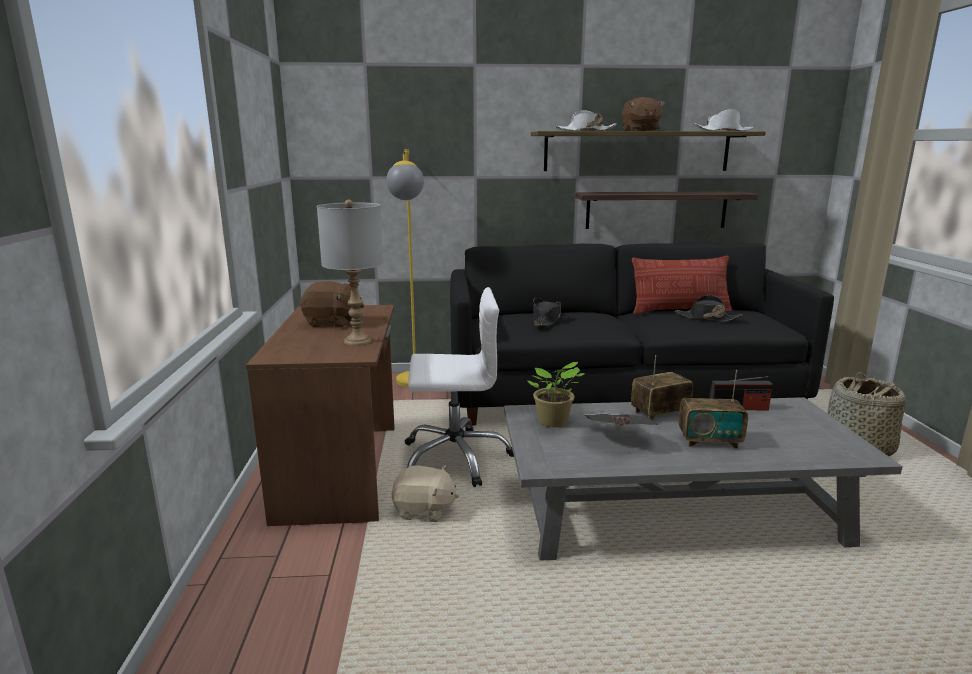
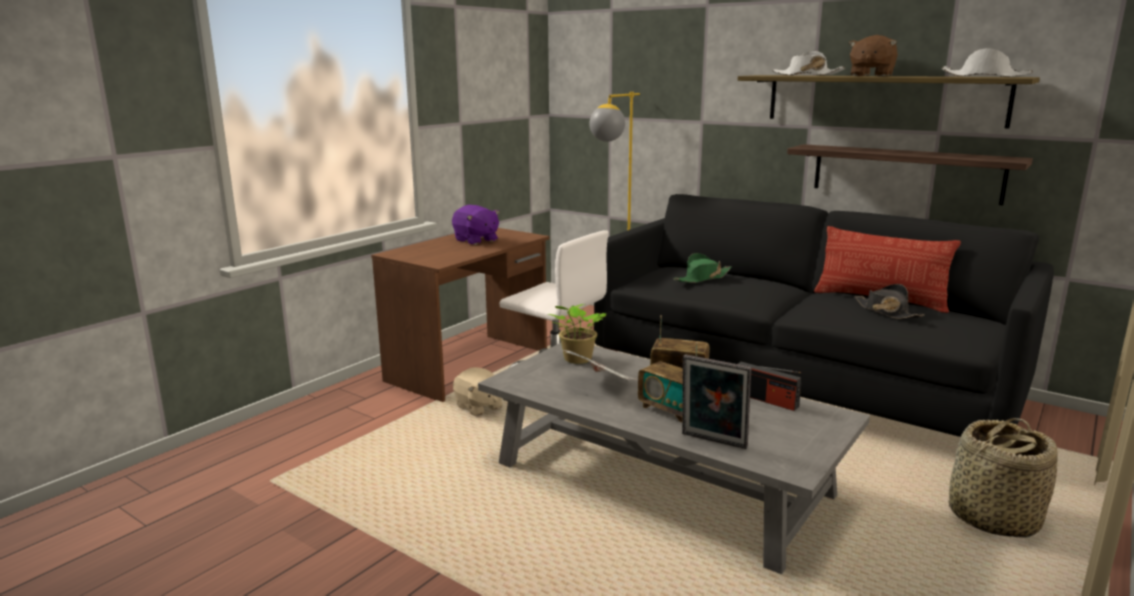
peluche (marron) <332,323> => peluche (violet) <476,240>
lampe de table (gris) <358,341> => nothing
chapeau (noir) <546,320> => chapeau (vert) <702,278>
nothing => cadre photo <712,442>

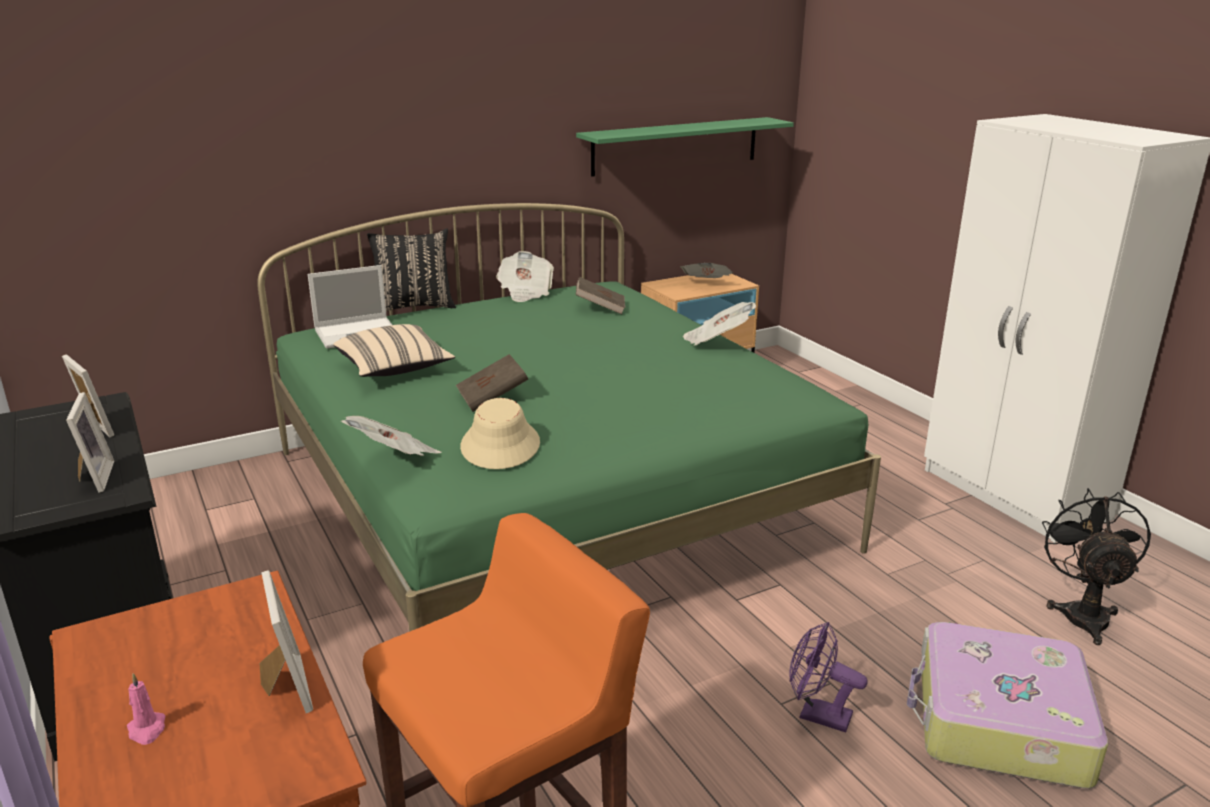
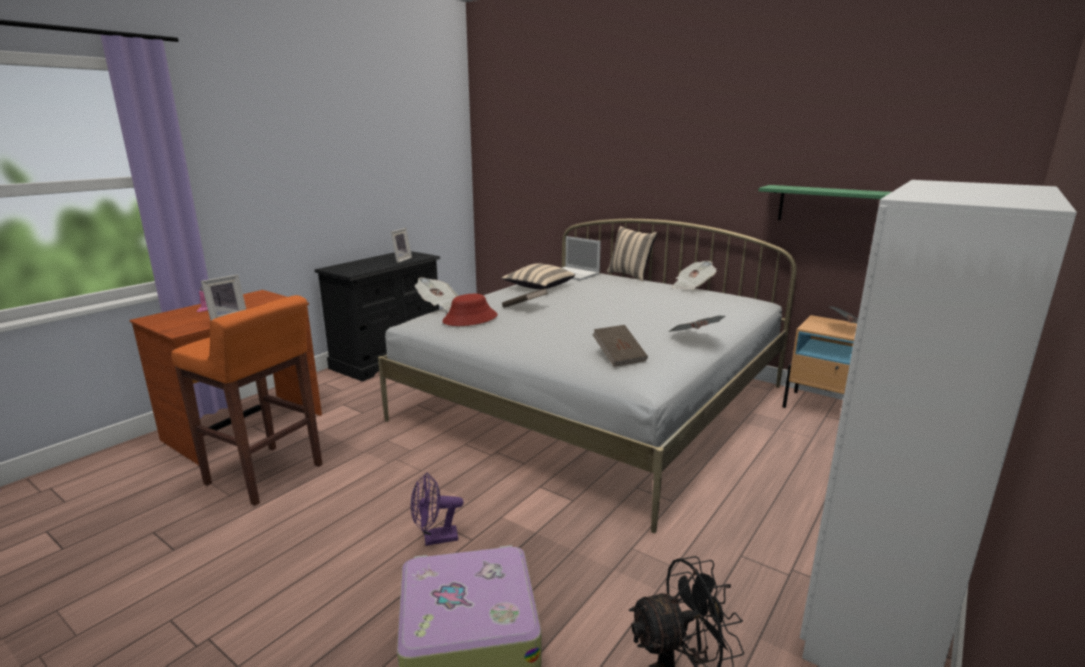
cadre photo <92,478> => nothing
lit (vert) <549,498> => lit (blanc) <594,402>
coussin (noir) <414,307> => coussin (beige) <630,275>
chapeau (beige) <501,445> => chapeau (rouge) <470,319>
livre (marron) <600,308> => livre (marron) <619,357>, move
ventilateur (violet) <816,715> => ventilateur (violet) <435,539>, 105 degrees counterclockwise

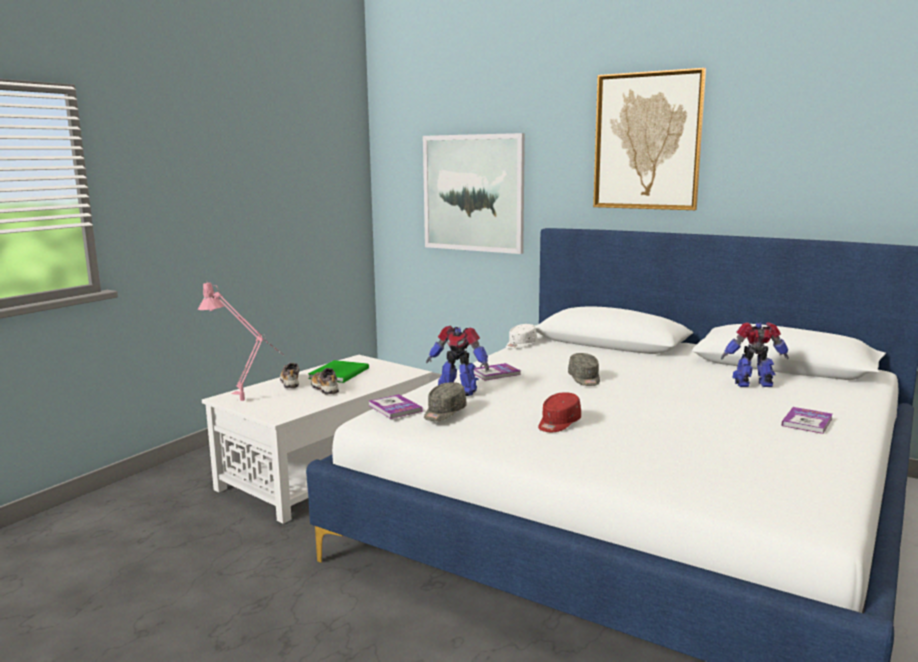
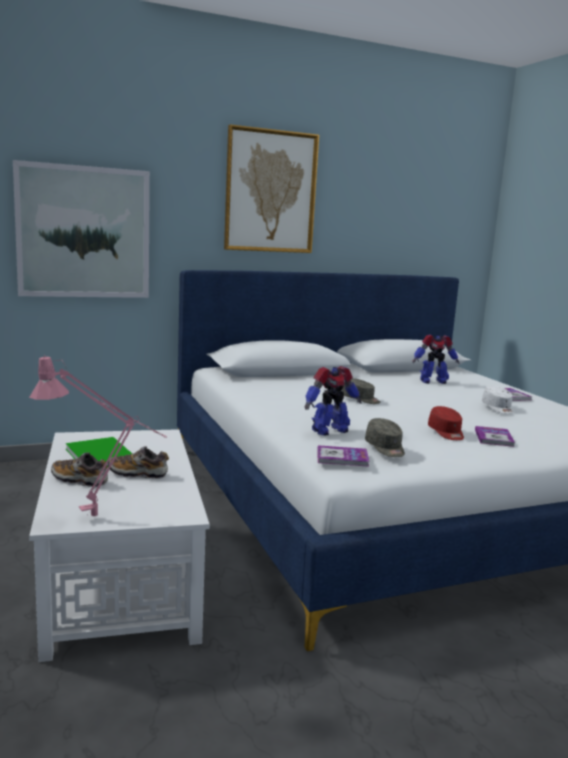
livre <495,373> => livre <494,438>, move
casquette (blanc) <520,344> => casquette (blanc) <498,408>, move
robot jouet <754,385> => robot jouet <432,381>, 135 degrees counterclockwise

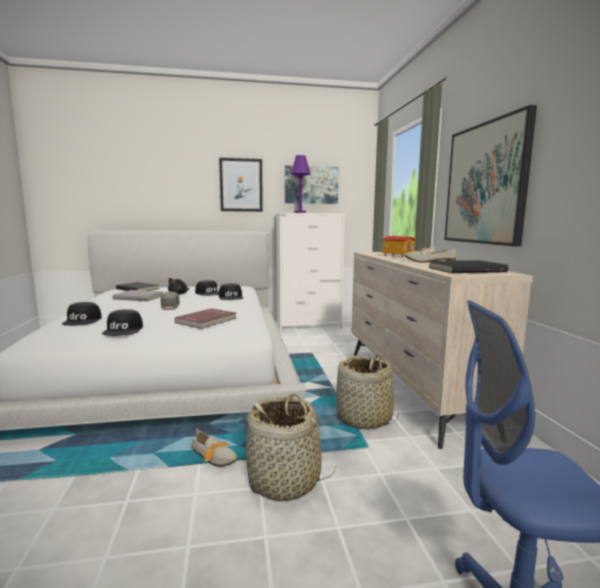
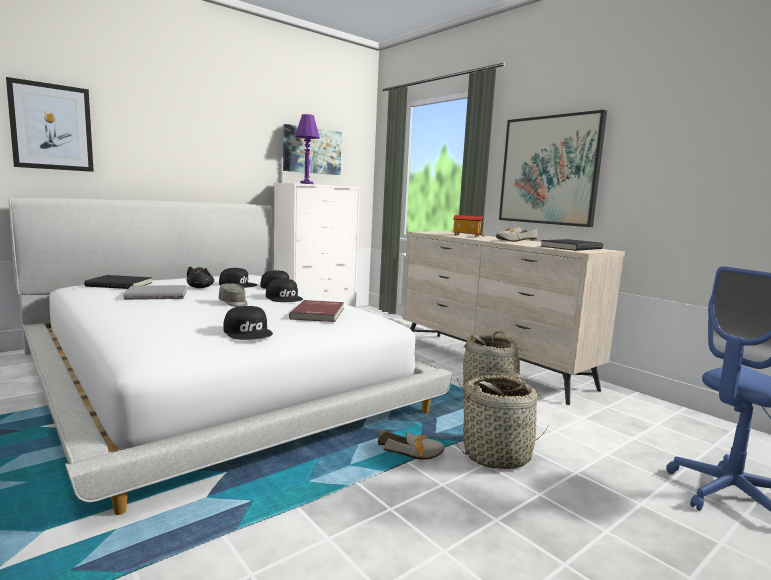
casquette (noir) <83,320> => casquette (noir) <284,298>, move
tableau <241,185> => tableau <51,127>, move

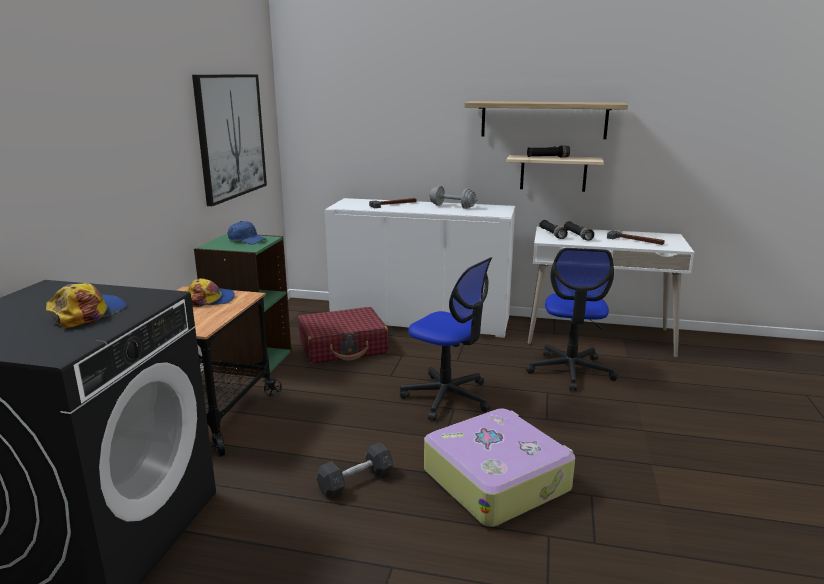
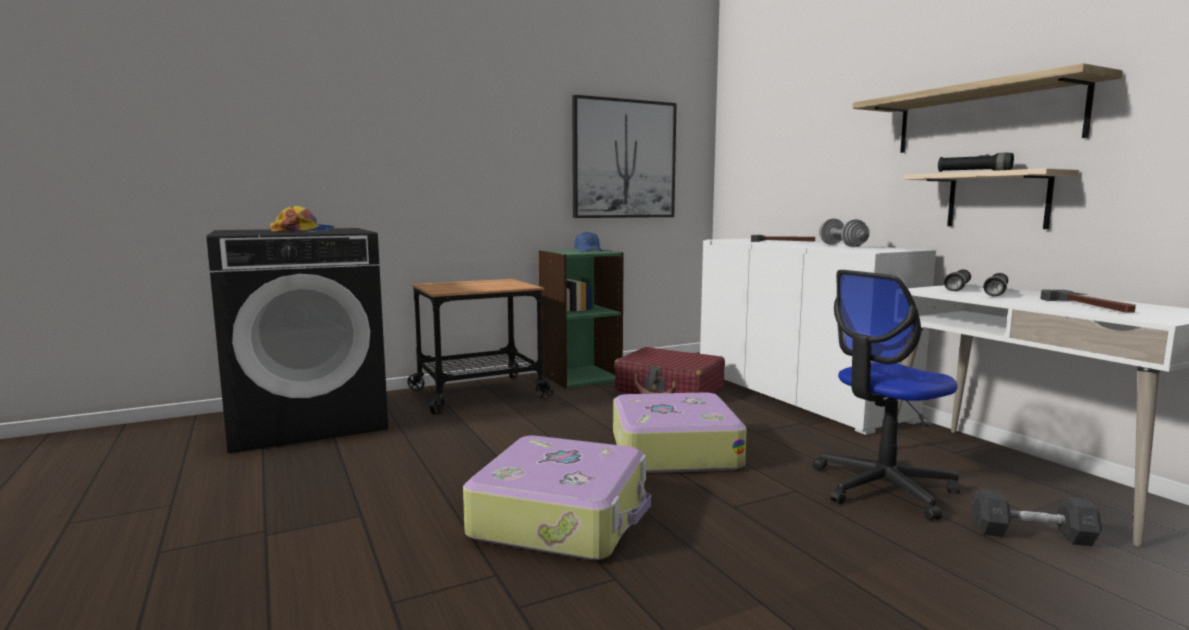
casquette <209,300> => nothing
haltère (gris) <355,481> => haltère (gris) <1032,534>, move
chaise de bureau <447,397> => valise <673,450>

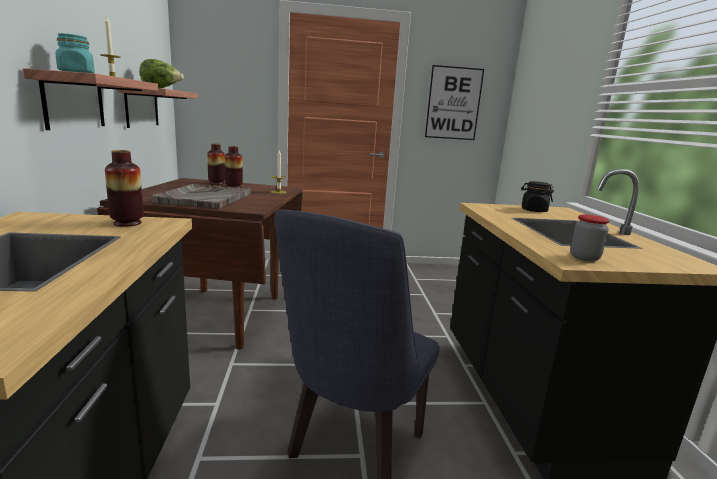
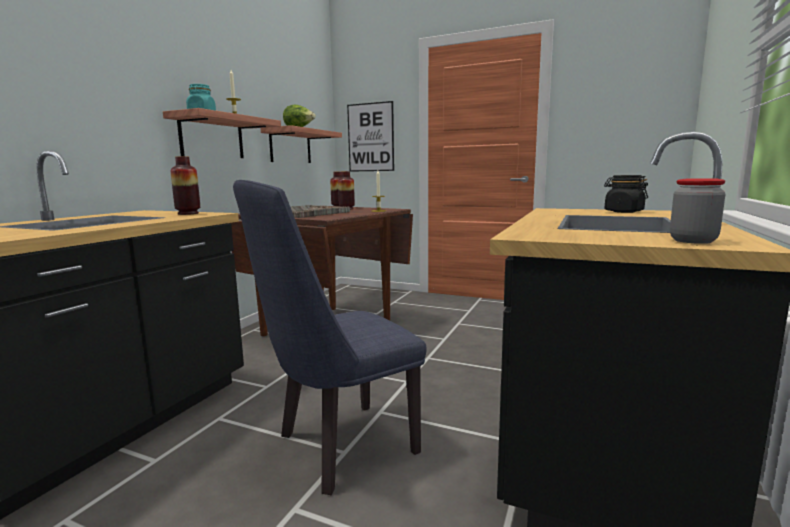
tableau <453,103> => tableau <370,137>, move
bocal <584,258> => bocal <693,241>, move

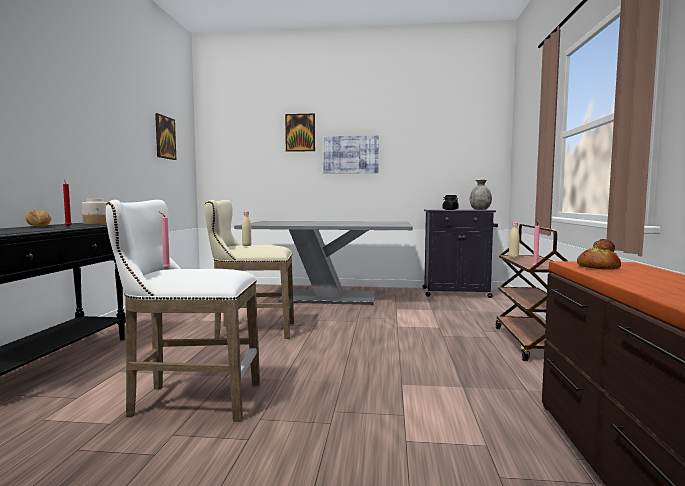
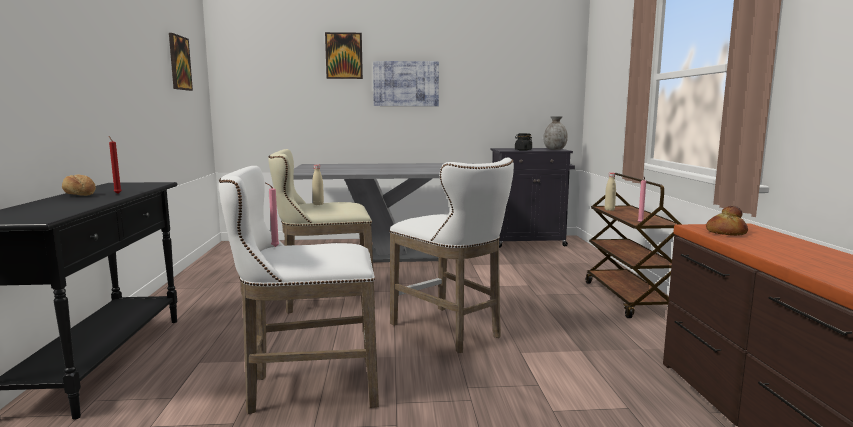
bocal <96,224> => nothing
nothing => tabouret (blanc) <450,331>

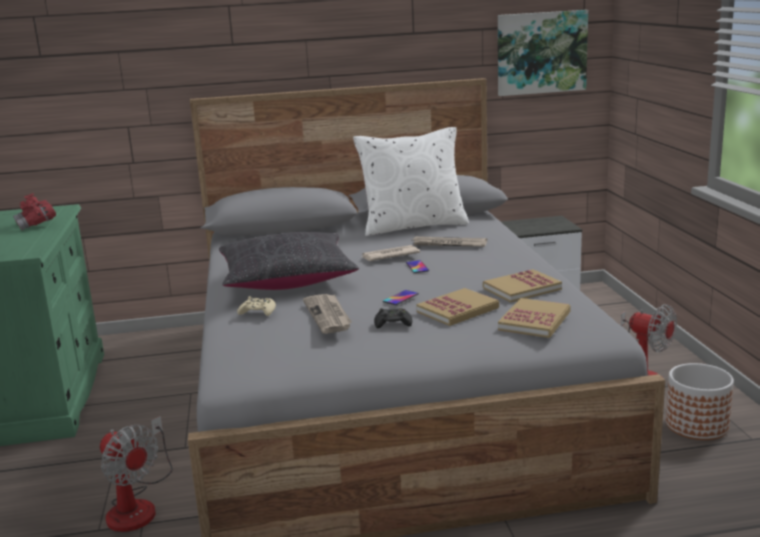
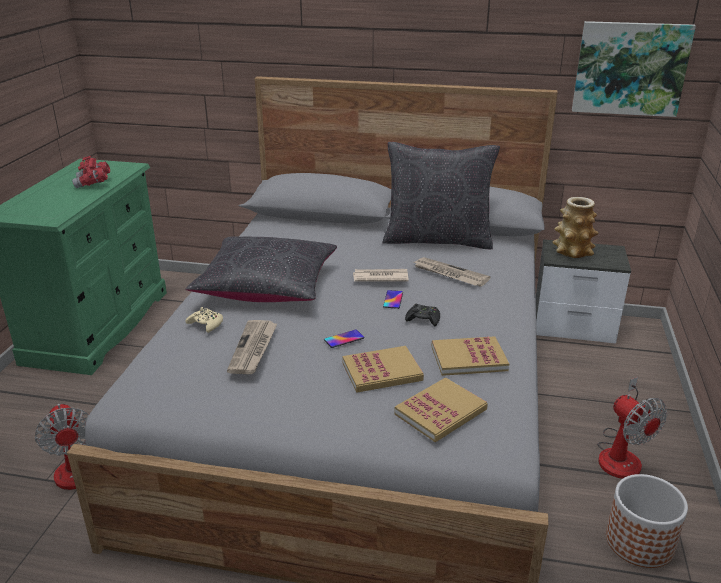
coussin (blanc) <413,226> => coussin (noir) <437,239>
manette (noir) <393,324> => manette (noir) <423,319>, move
nothing => vase <572,251>

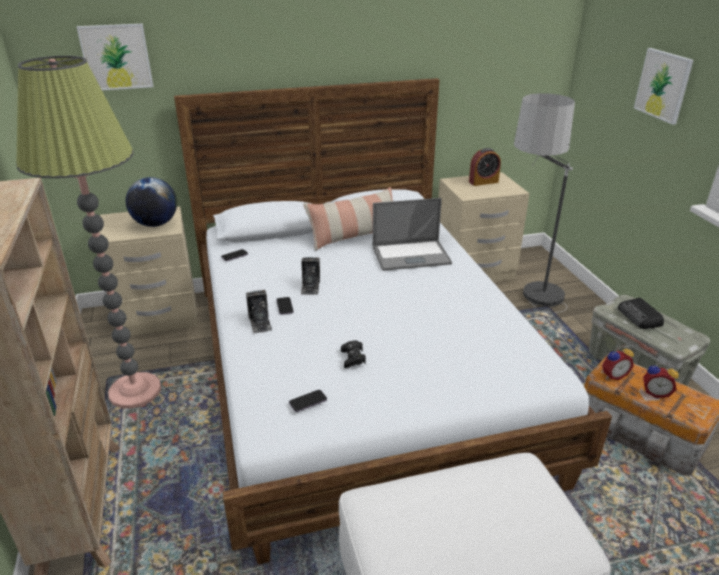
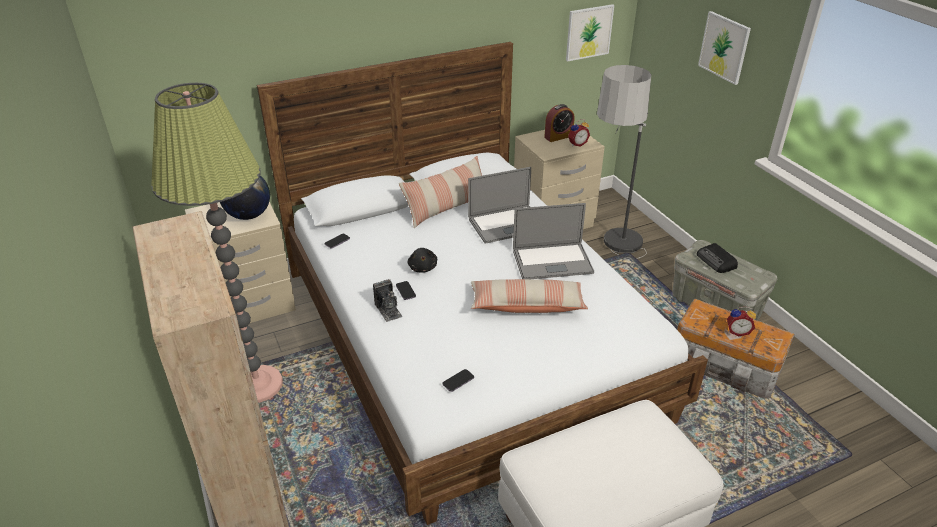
tableau <116,57> => tableau <589,32>, move
appareil photo <310,286> => peluche (noir) <423,267>
manette (noir) <353,358> => nothing
réveil <613,375> => réveil <577,144>, move
nothing => coussin <526,305>
nothing => ordinateur portable <552,261>

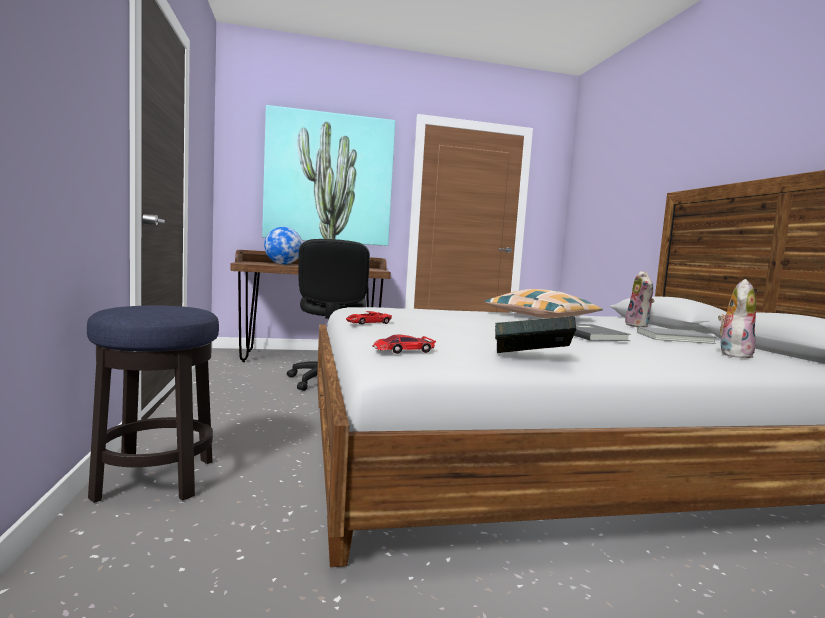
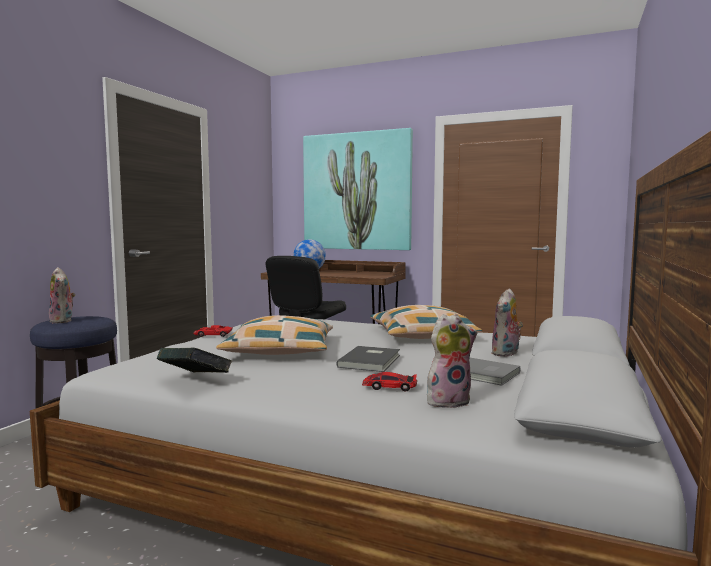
petite voiture <403,350> => petite voiture <389,386>, move
nothing => peluche <63,321>
nothing => coussin <280,350>

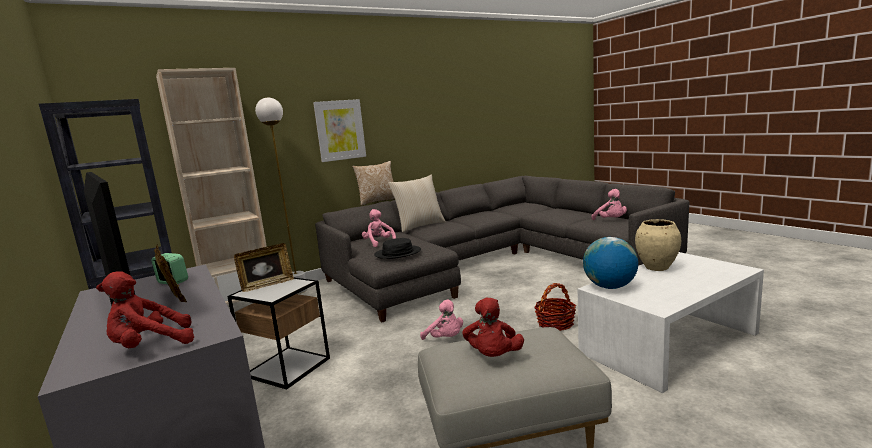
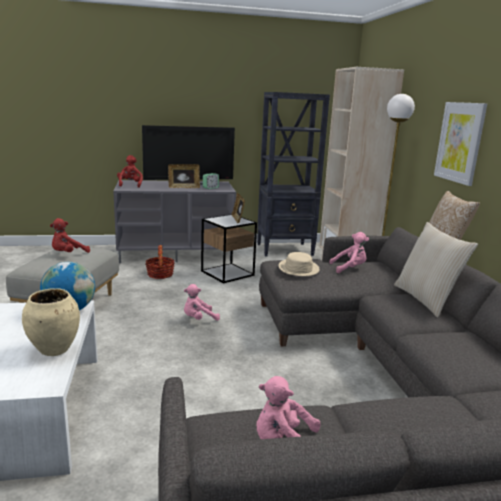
chapeau (noir) <398,253> => chapeau (beige) <298,268>
peluche (rouge) <493,356> => peluche (rouge) <68,254>, 75 degrees counterclockwise
panier <555,323> => panier <160,274>, move

